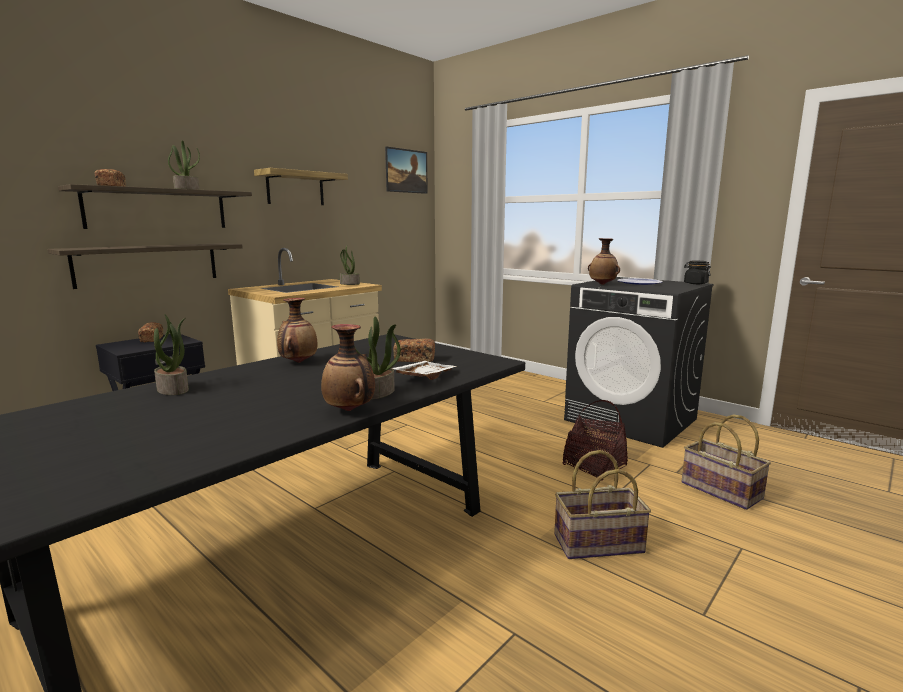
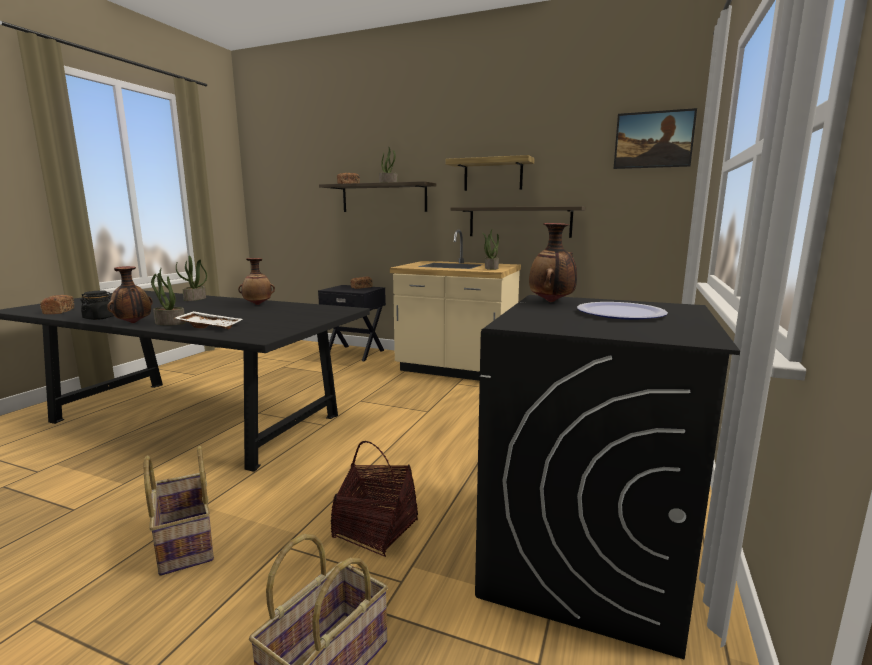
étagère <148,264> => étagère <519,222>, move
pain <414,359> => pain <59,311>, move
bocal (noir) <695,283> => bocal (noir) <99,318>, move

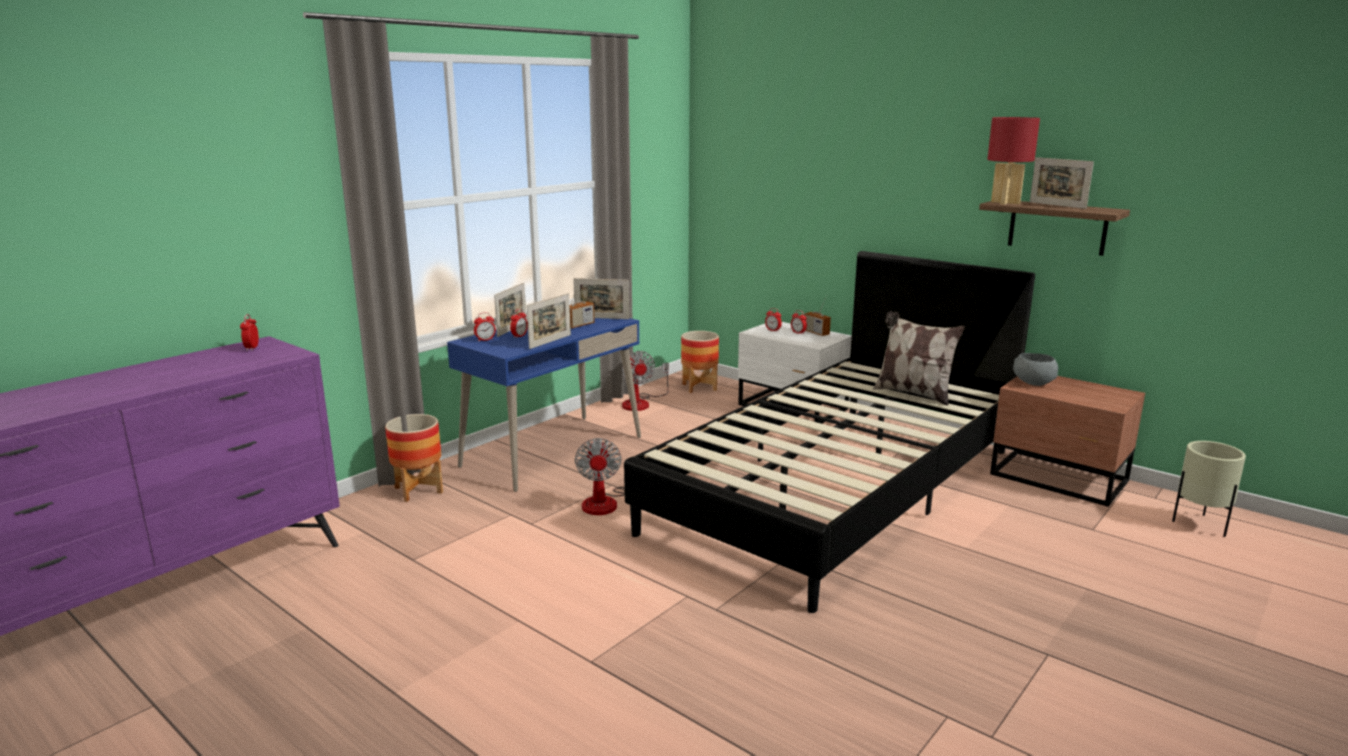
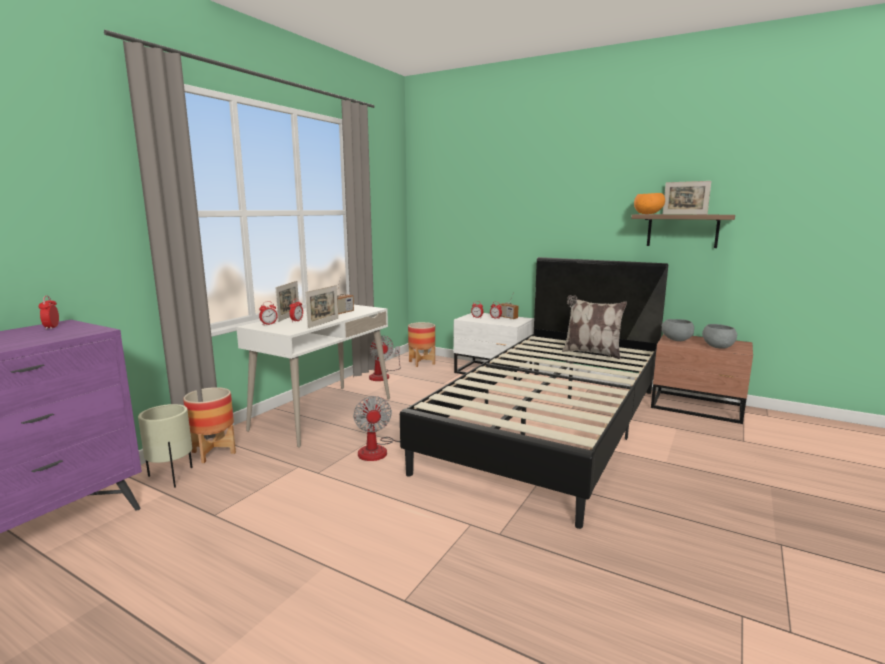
bureau (bleu) <552,451> => bureau (blanc) <323,414>
cadre photo <602,318> => nothing
lampe de table (rouge) <1006,203> => bol (orange) <648,214>
cache-pot (beige) <1200,525> => cache-pot (beige) <172,477>, move
nothing => bol (gris) <717,347>

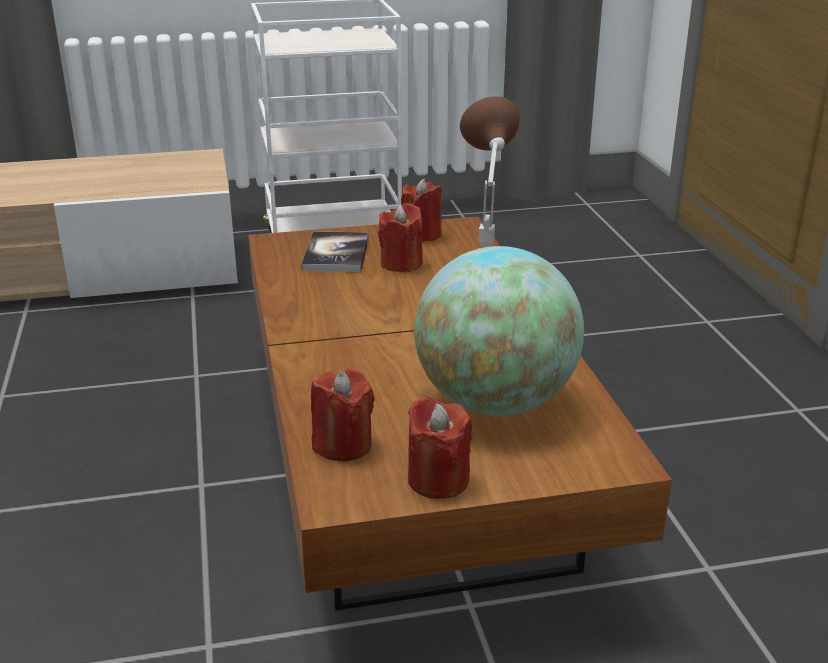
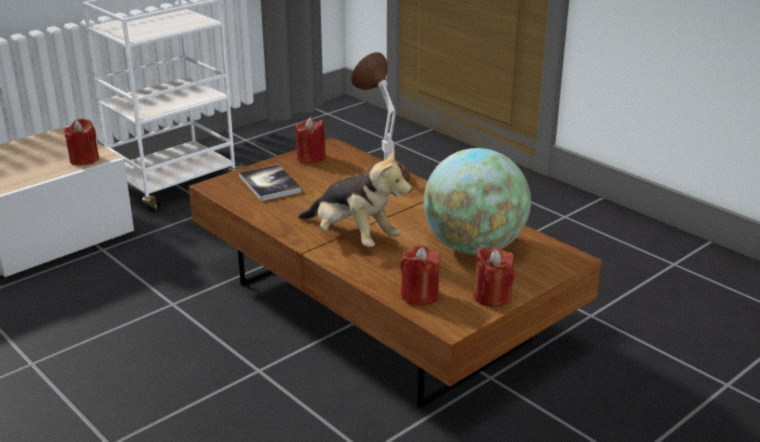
bougie (rouge) <401,263> => bougie (rouge) <84,160>, move
nothing => peluche <352,238>

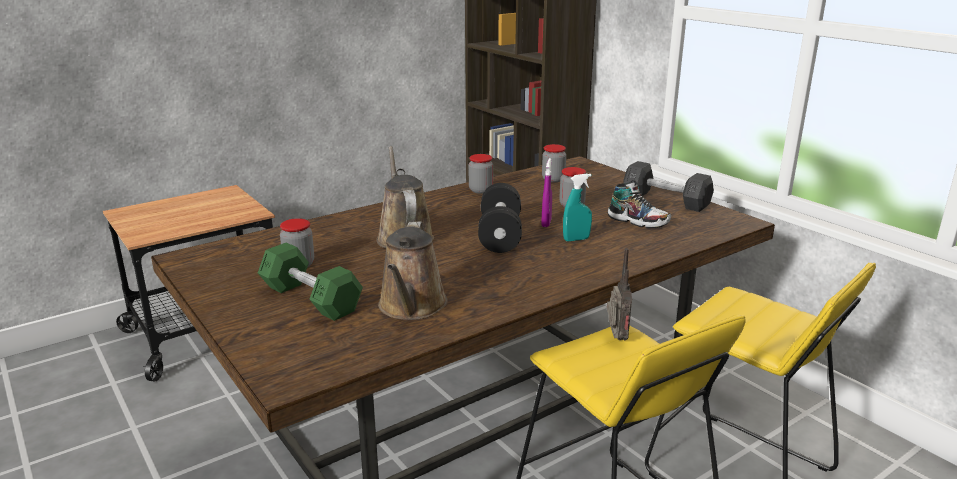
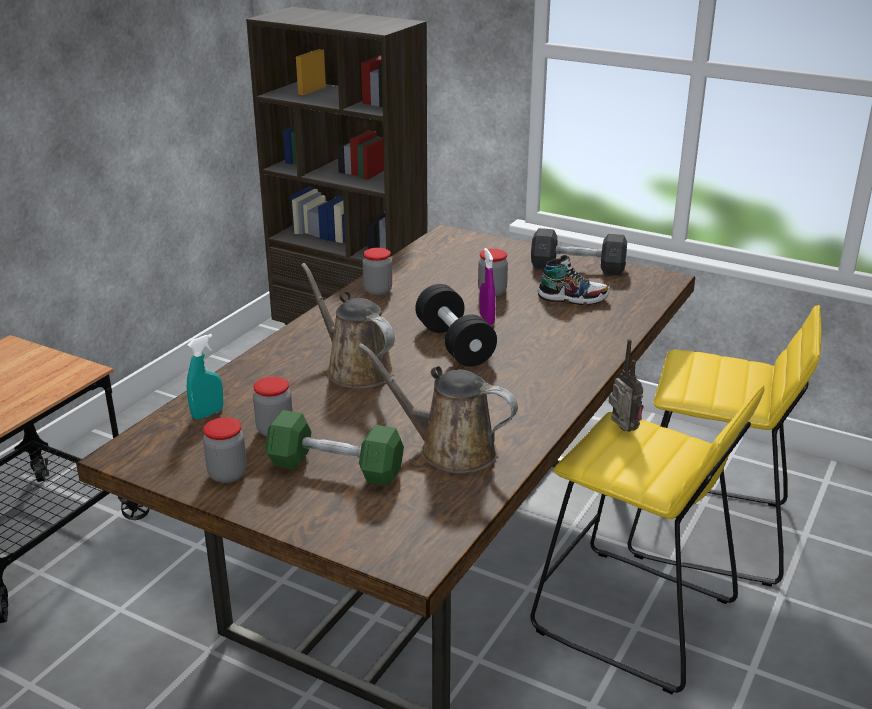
arrosoir (marron) <411,307> => arrosoir (marron) <450,450>, 135 degrees clockwise
bocal <553,179> => bocal <227,474>, move
vaporisateur (turquoise) <576,239> => vaporisateur (turquoise) <208,414>, move

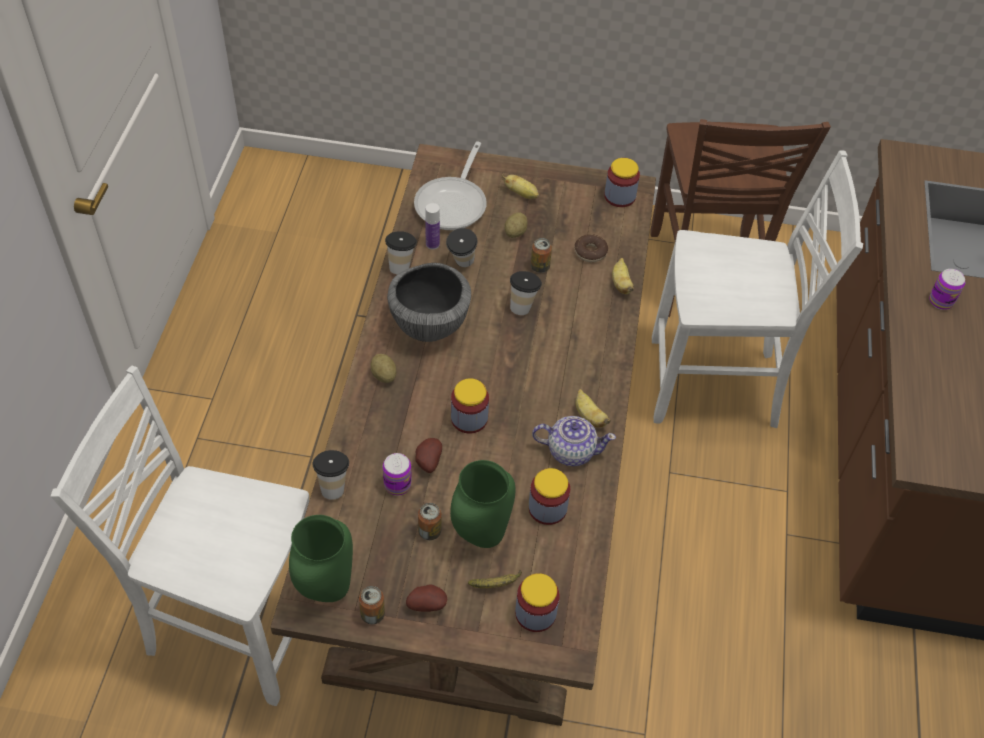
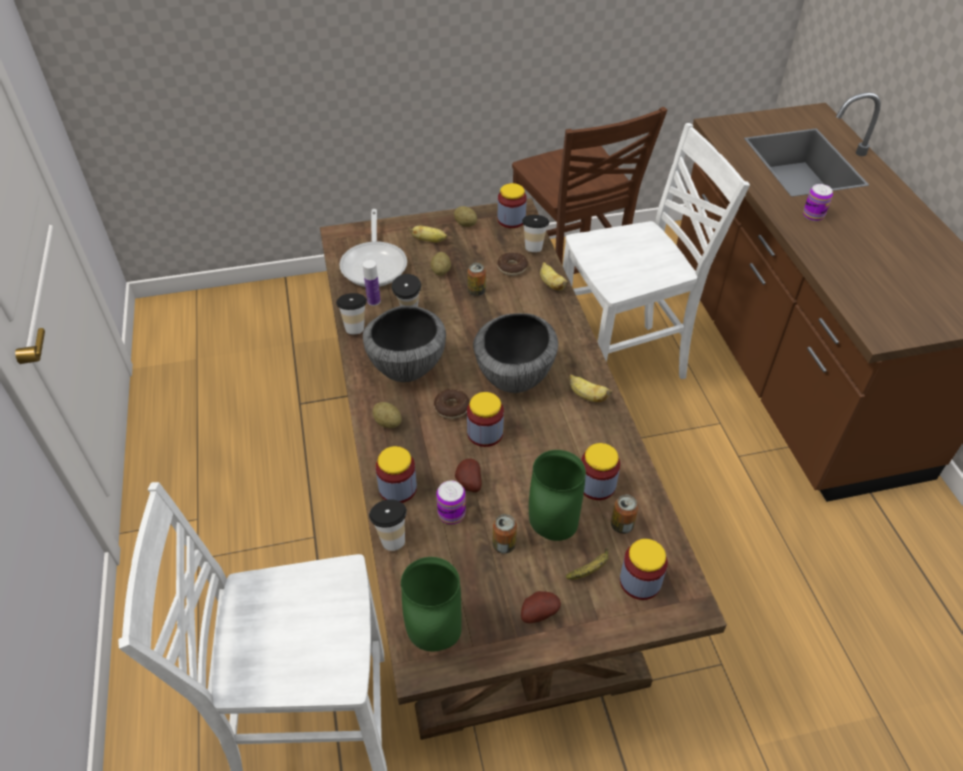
boîte métallique <372,614> => boîte métallique <622,525>, move
tasse <523,306> => tasse <534,246>, move
théière <570,451> => nothing
nothing => bocal <397,488>
nothing => beignet <452,408>
nothing => pomme de terre <465,224>
nothing => bol <514,378>

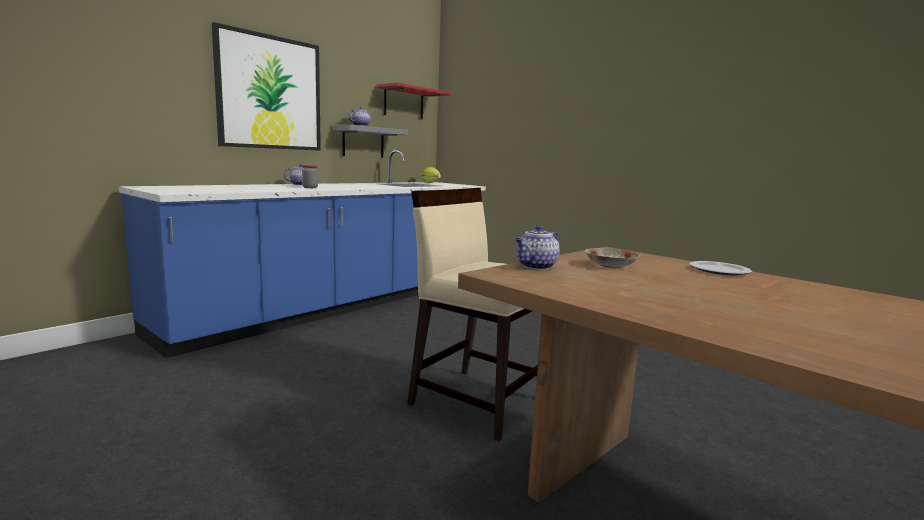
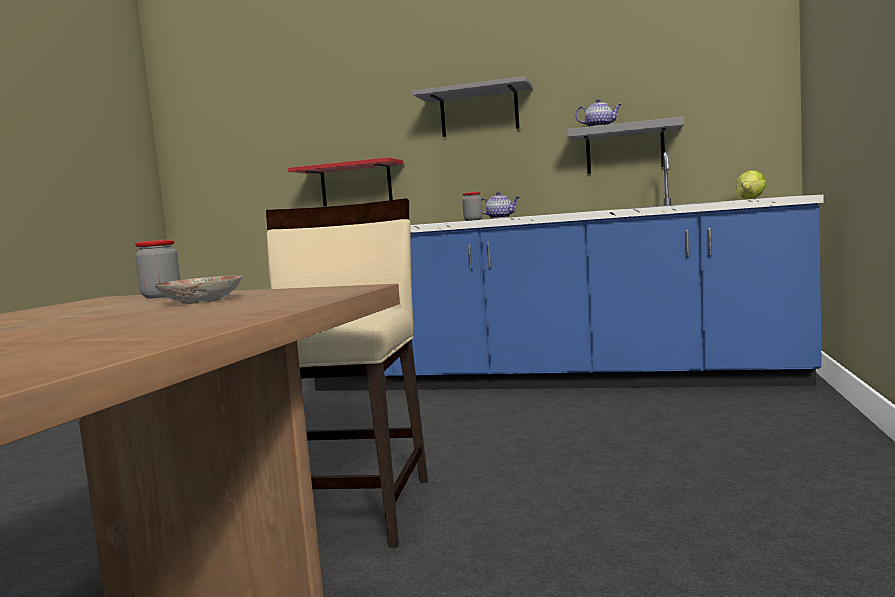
tableau <270,93> => étagère (gris) <479,112>
étagère (rouge) <403,103> => étagère (rouge) <356,184>, move
théière <536,266> => bocal <161,296>
assiette <718,270> => nothing

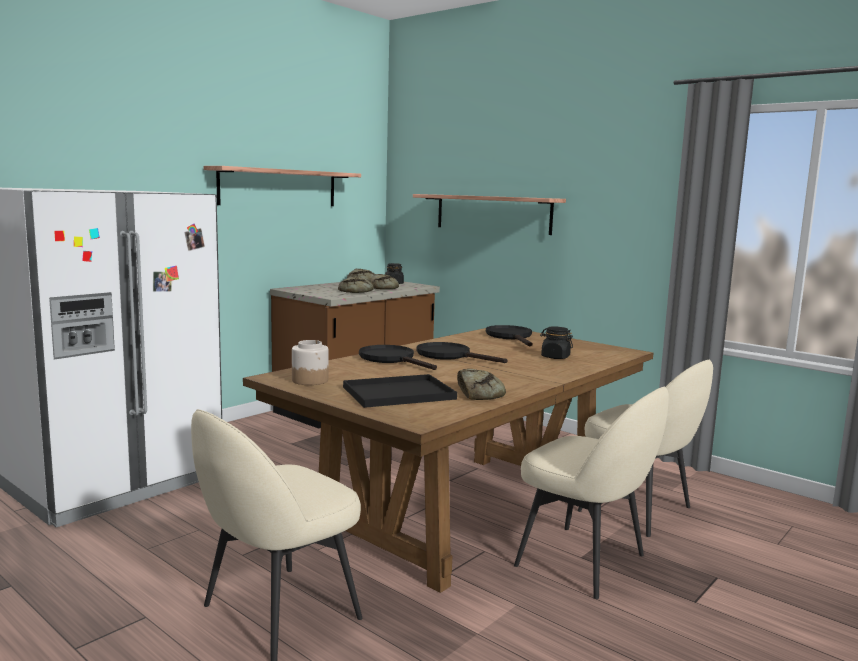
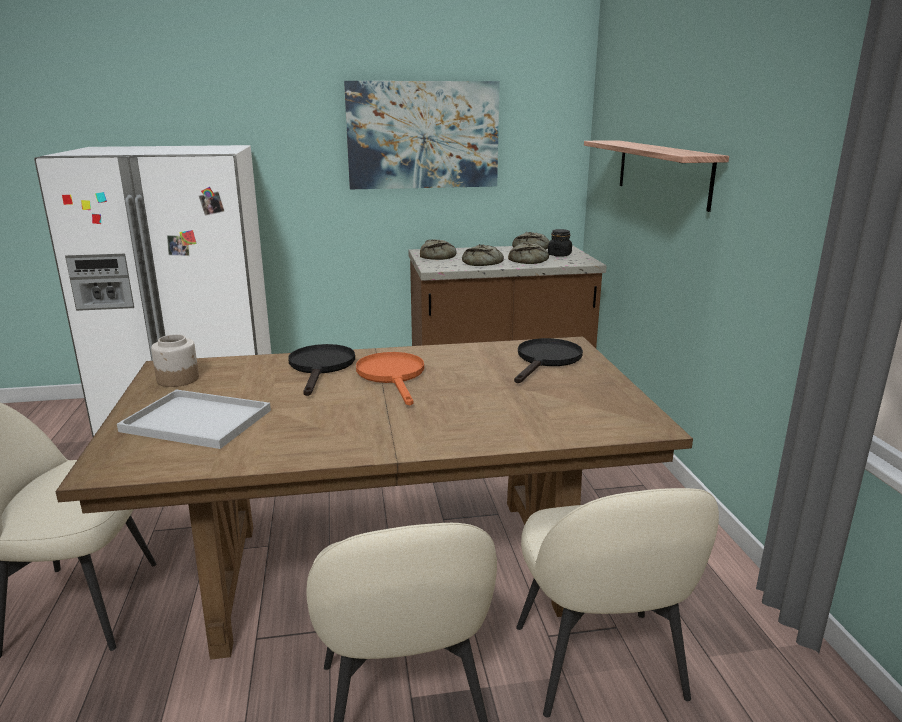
étagère <279,187> => tableau <423,135>
plateau (noir) <397,393> => plateau (blanc) <194,421>
poêle (noir) <450,355> => poêle (orange) <393,376>
pain <478,393> => pain <439,256>, move
bocal (noir) <555,357> => nothing

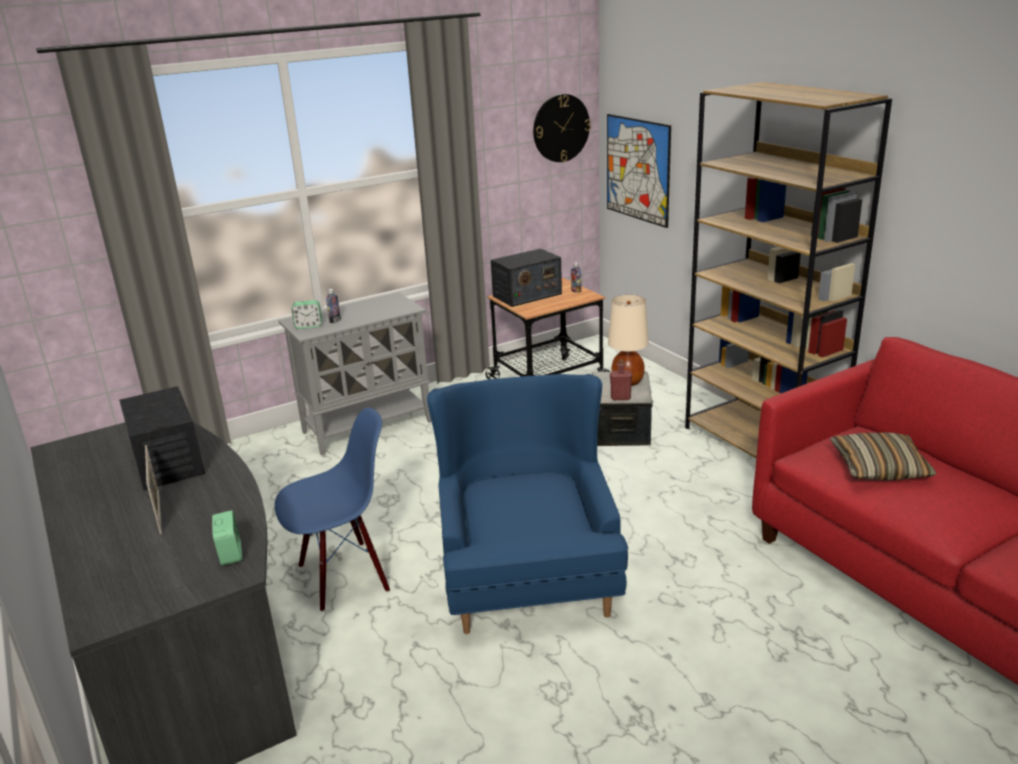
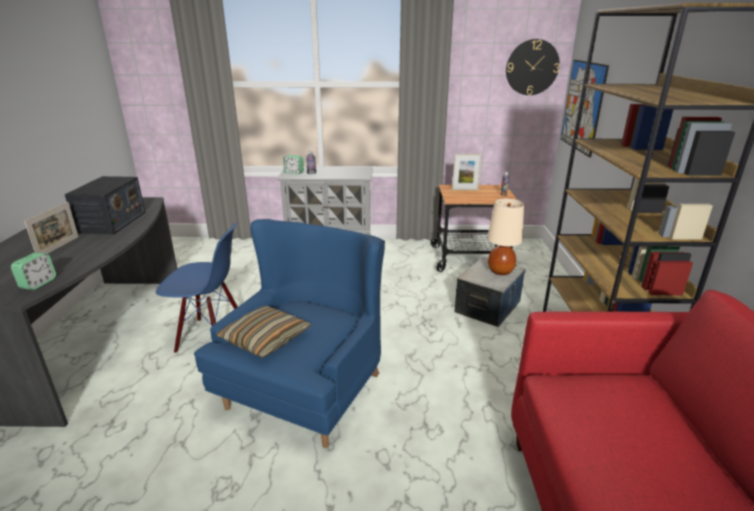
radio <526,295> => cadre photo <465,189>
bouteille (rouge) <620,398> => nothing
coussin <879,467> => coussin <265,339>, move

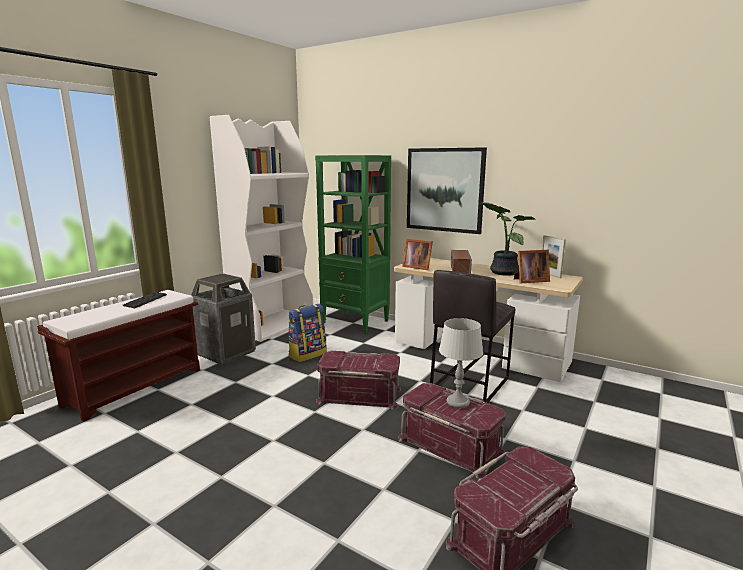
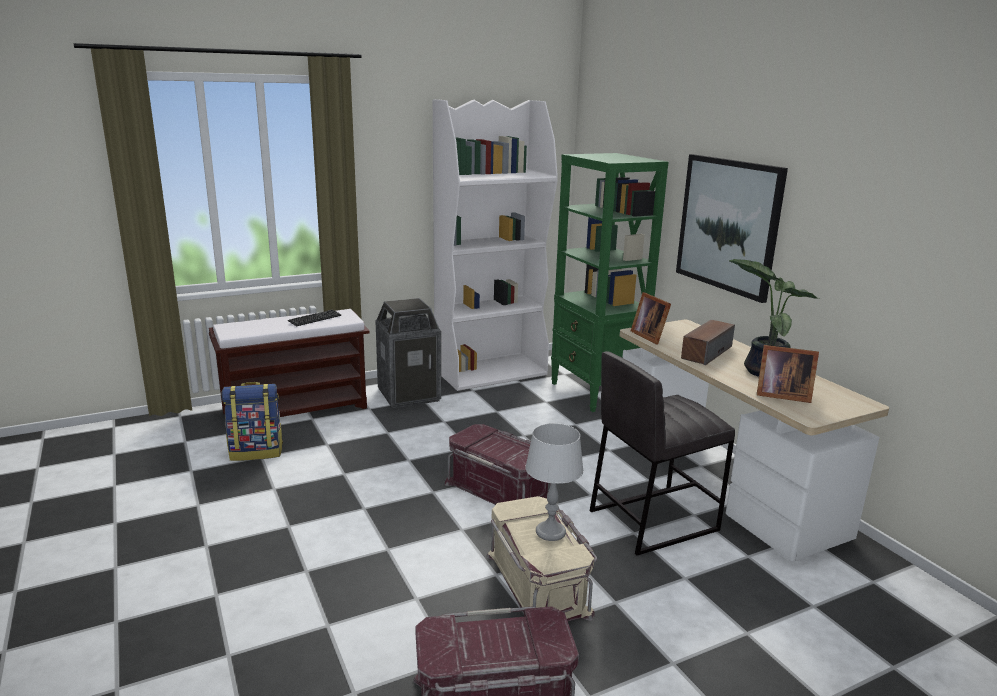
sac à dos <307,354> => sac à dos <257,452>, move
boîte de rangement (rouge) <451,445> => boîte de rangement (beige) <539,583>
cadre photo <550,275> => nothing

